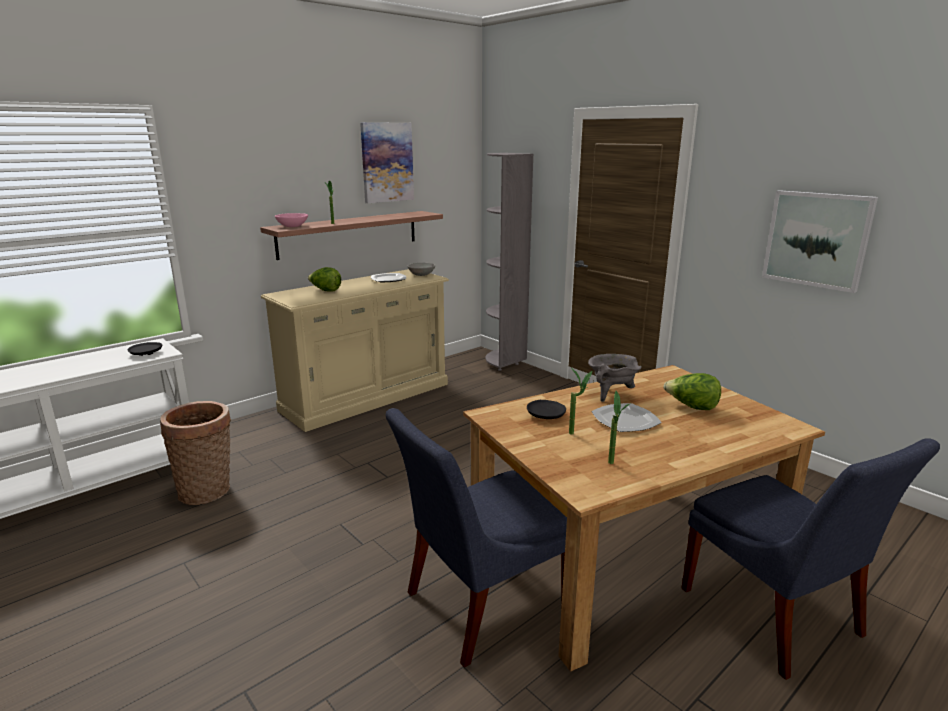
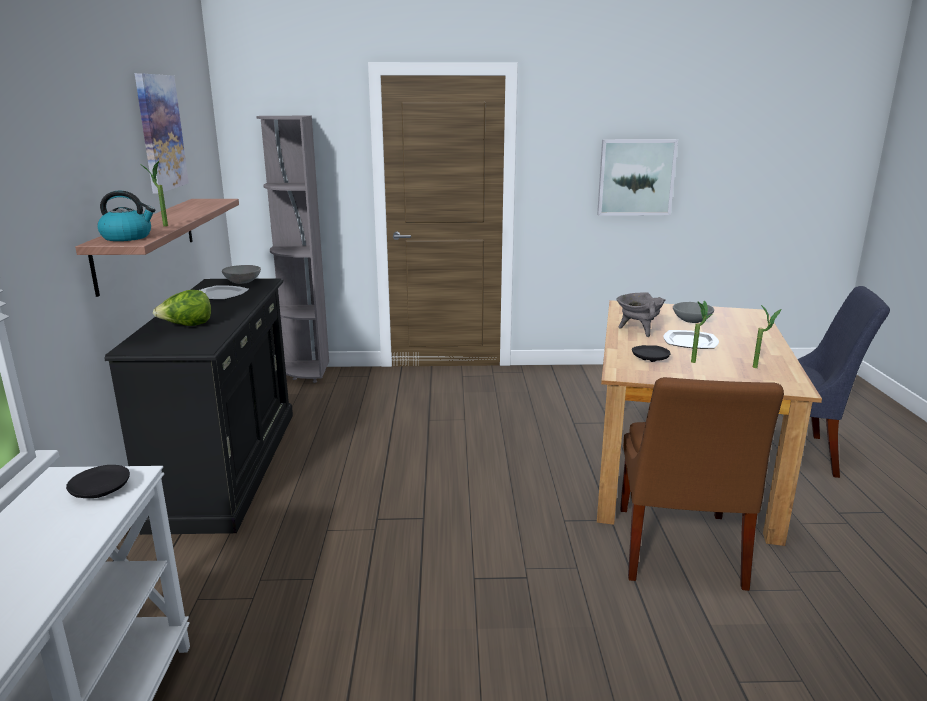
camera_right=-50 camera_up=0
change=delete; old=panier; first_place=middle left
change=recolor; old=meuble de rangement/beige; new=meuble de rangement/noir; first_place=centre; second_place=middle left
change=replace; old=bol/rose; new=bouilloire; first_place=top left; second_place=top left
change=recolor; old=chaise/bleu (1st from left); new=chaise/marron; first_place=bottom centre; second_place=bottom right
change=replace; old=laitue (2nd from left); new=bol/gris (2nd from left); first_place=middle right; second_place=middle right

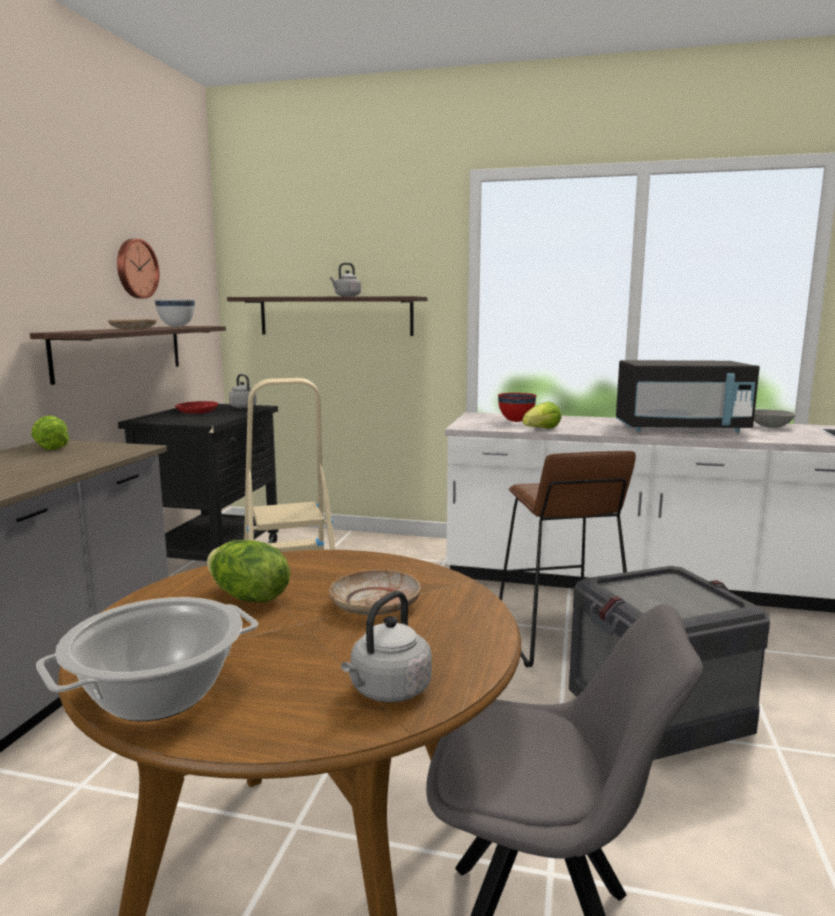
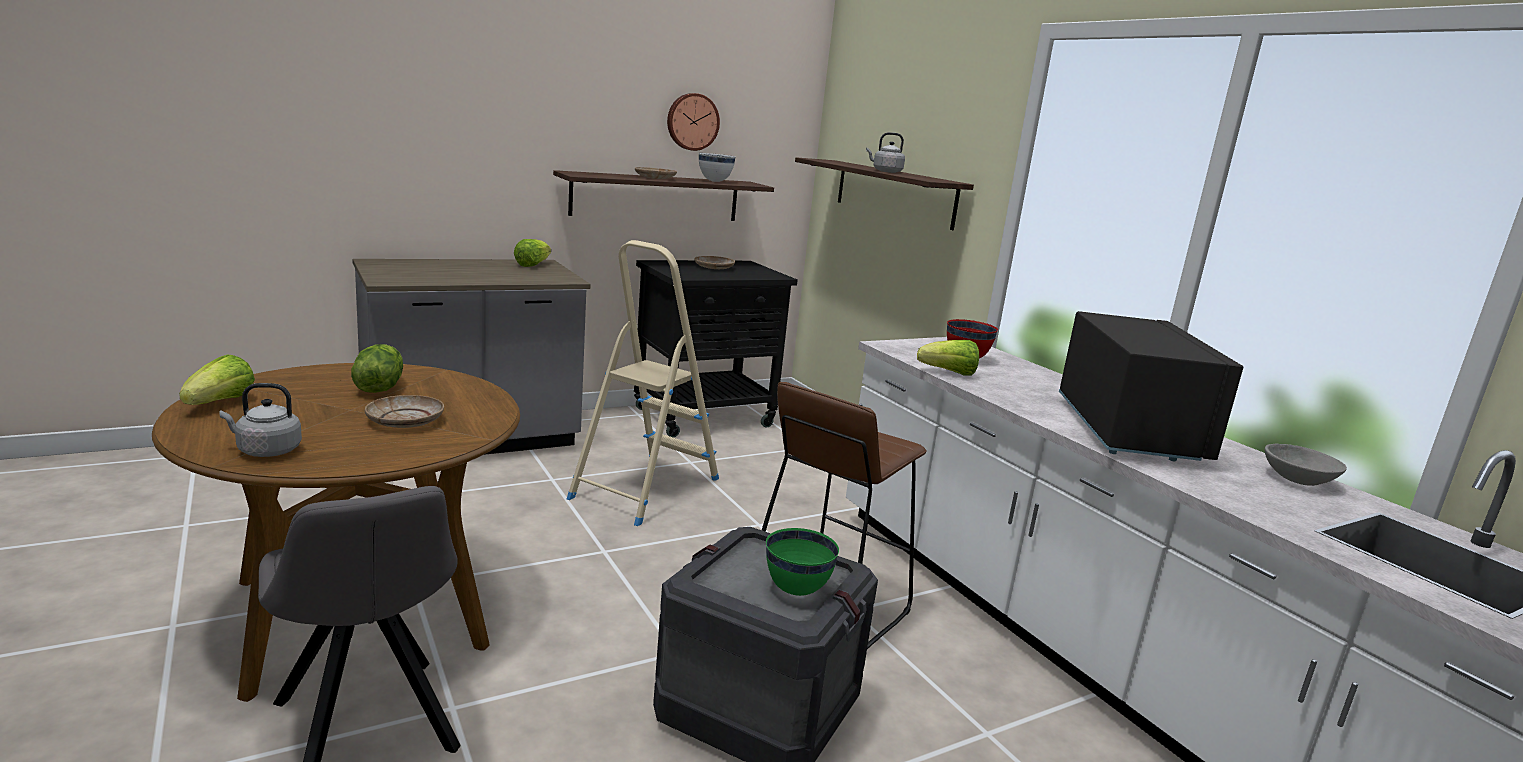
camera_right=45 camera_up=5
change=replace; old=marmite; new=laitue (1st from left); first_place=bottom left; second_place=middle left
change=recolor; old=assiette/rouge; new=assiette/beige (3rd from left); first_place=middle left; second_place=centre
change=delete; old=bouilloire/gris (1st from left); first_place=middle left
change=rotate; old=micro-ondes/noir; first_place=middle right; second_place=middle right; degrees=-135
change=insert; new=bol/vert; second_place=bottom centre

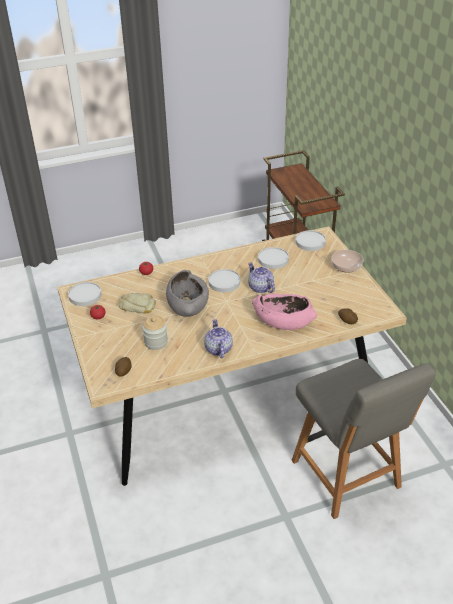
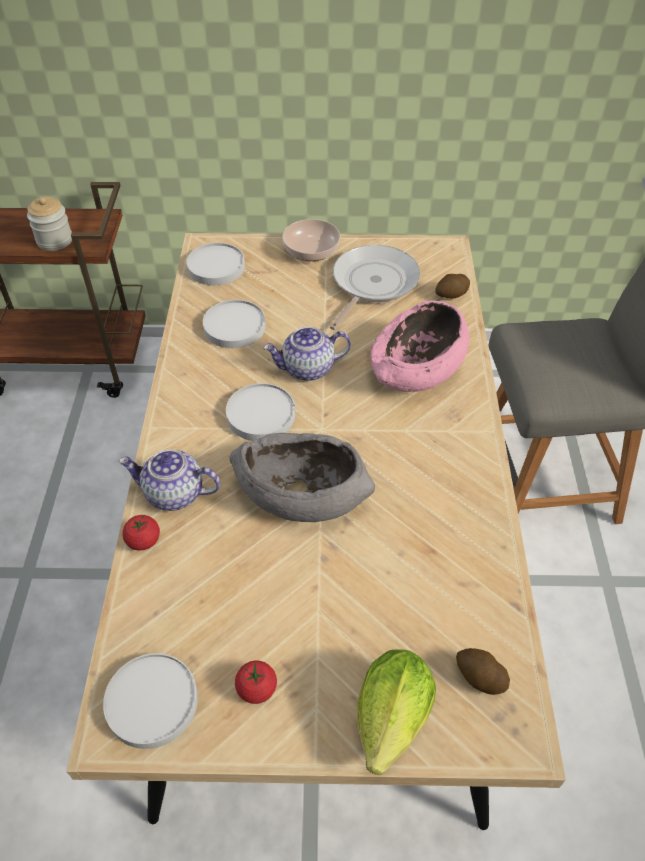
camera_right=-70 camera_up=10
change=delete; old=pain; first_place=middle left
change=move; old=bocal; first_place=centre; second_place=top left
change=move; old=théière (1st from left); first_place=centre; second_place=middle left
change=insert; new=poêle; second_place=centre
change=insert; new=laitue; second_place=bottom centre

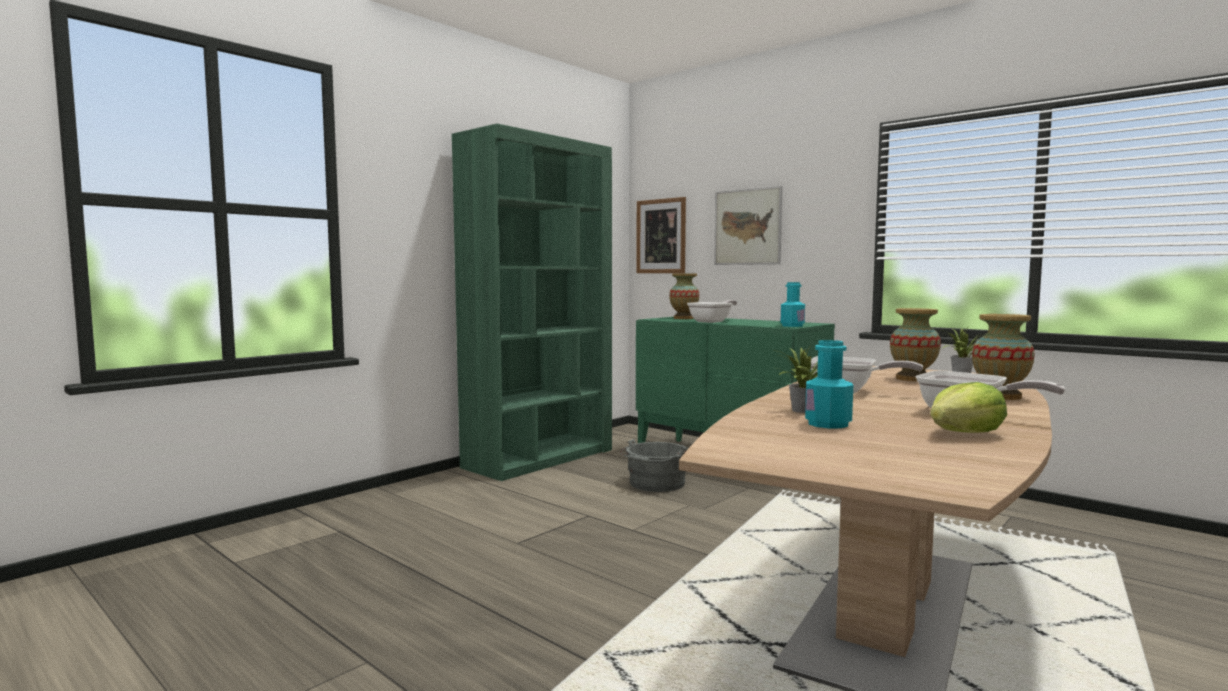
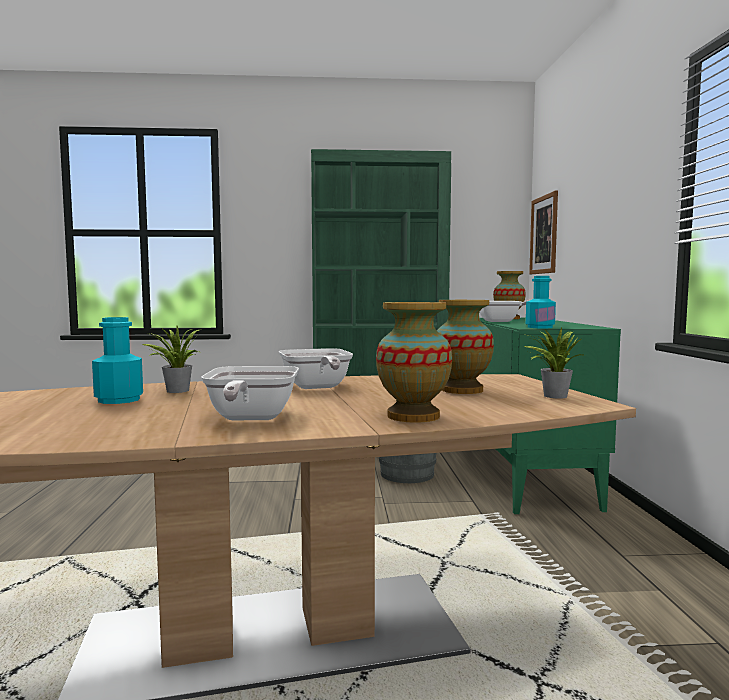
camera_right=45 camera_up=0
change=delete; old=tableau (2nd from left); first_place=top centre
change=delete; old=laitue; first_place=middle right

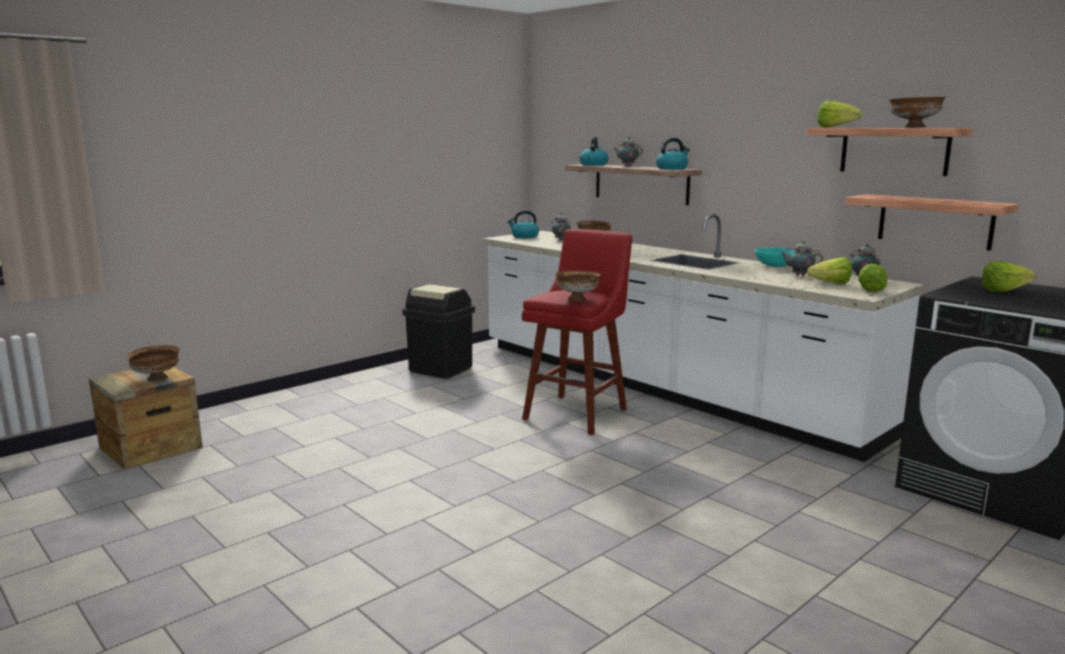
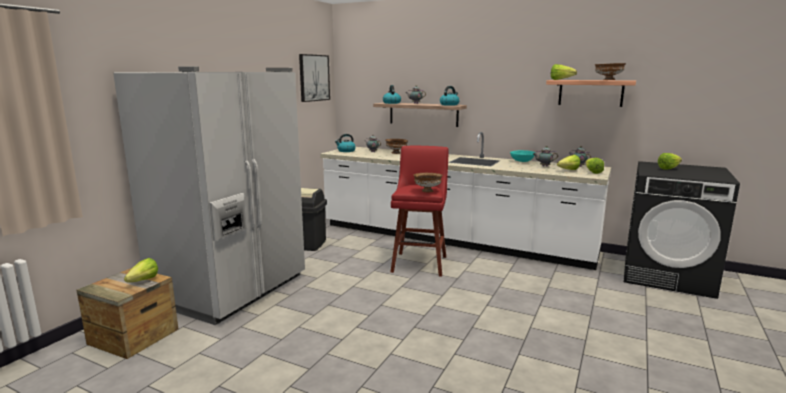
camera_right=-20 camera_up=0
change=replace; old=bol/marron (1st from left); new=laitue (1st from left); first_place=middle left; second_place=bottom left
change=delete; old=étagère (3rd from left); first_place=middle right
change=insert; new=réfrigérateur/blanc; second_place=middle left
change=insert; new=tableau; second_place=top centre

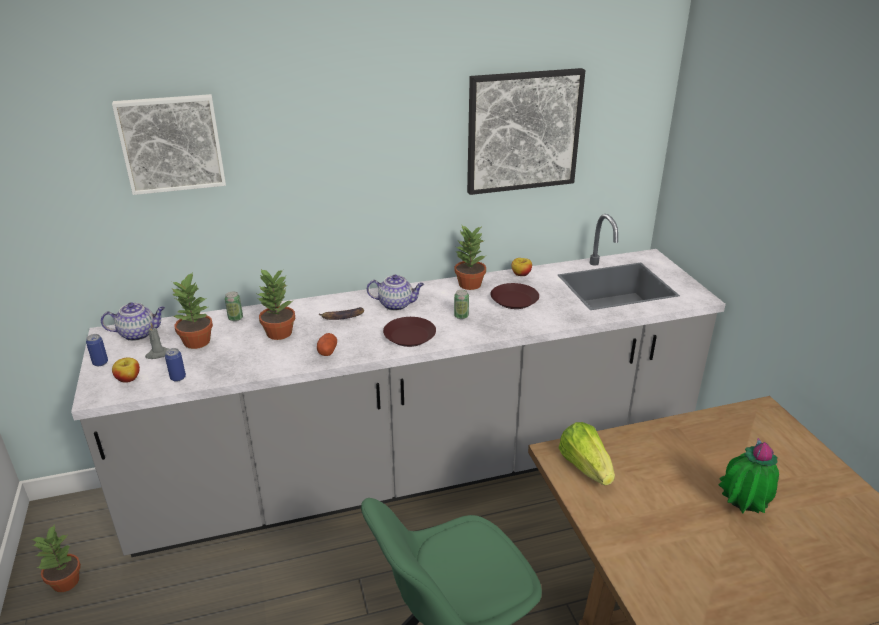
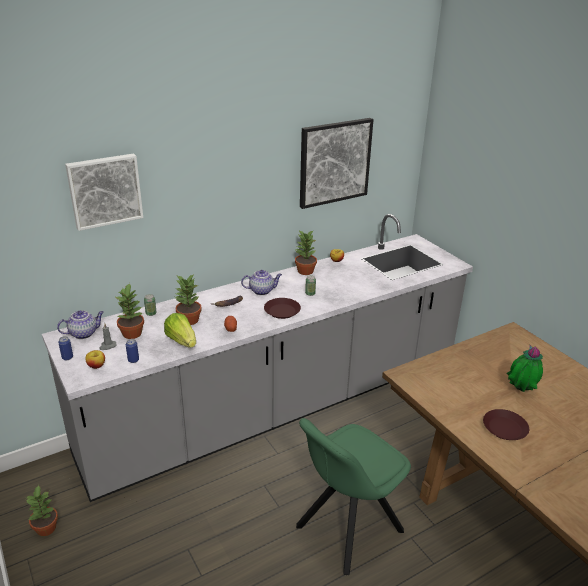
camera_right=-15 camera_up=0
change=move; old=assiette/marron (2nd from left); first_place=centre; second_place=bottom right
change=move; old=laitue; first_place=bottom right; second_place=middle left

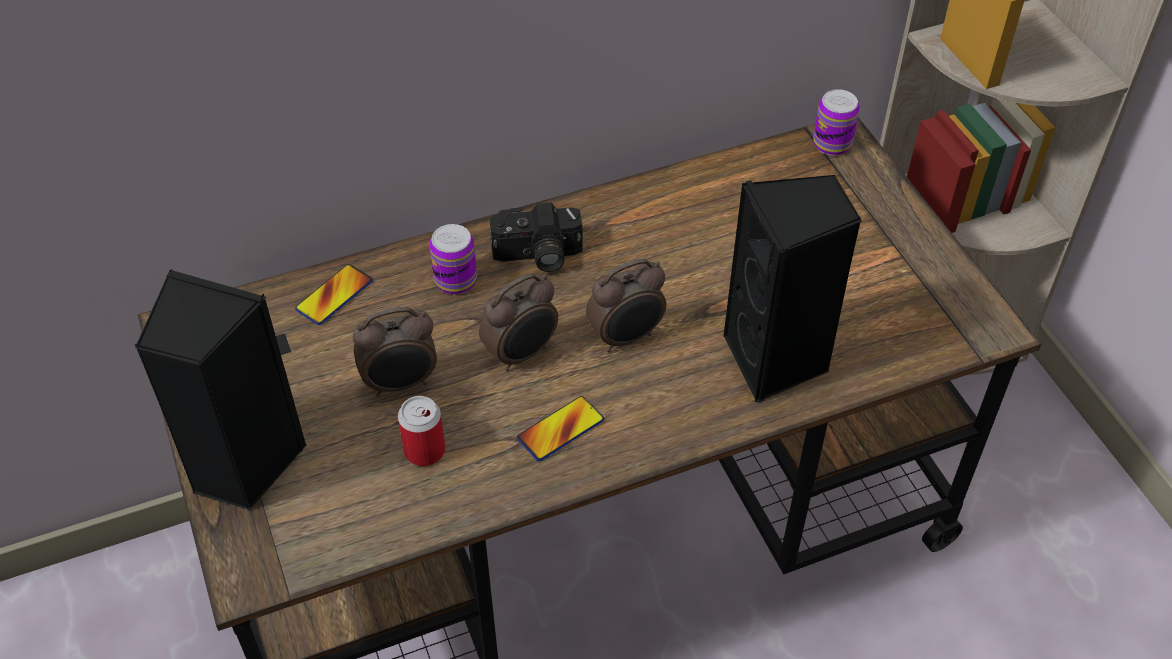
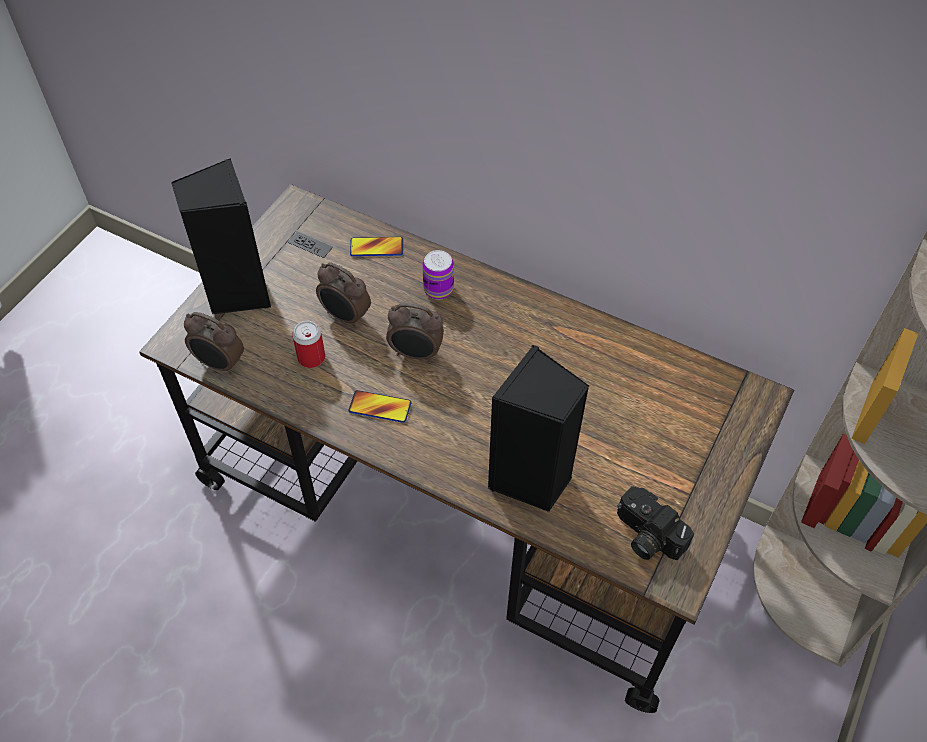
camera_right=50 camera_up=5
change=move; old=appareil photo; first_place=centre; second_place=bottom right
change=move; old=réveil (3rd from left in the first image); new=réveil (1st from left); first_place=centre; second_place=middle left
change=delete; old=boîte métallique (3rd from left); first_place=top right

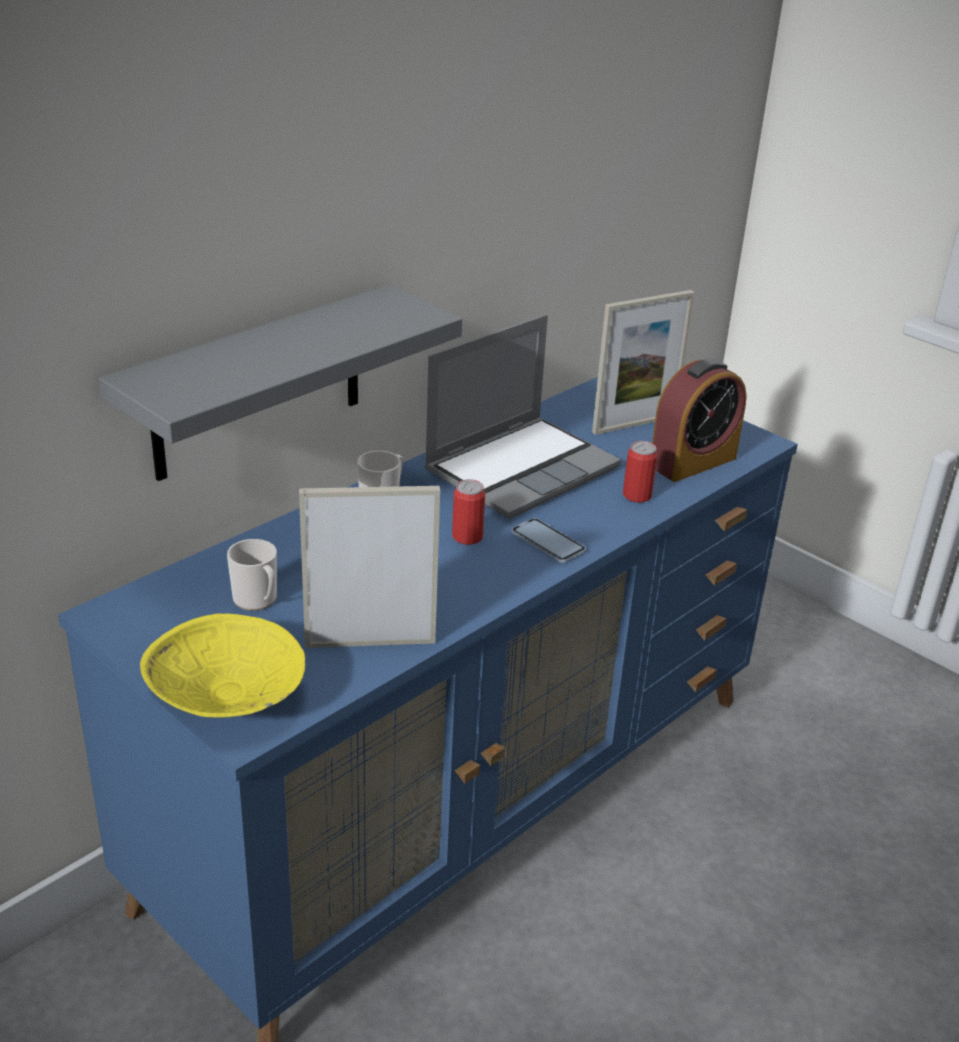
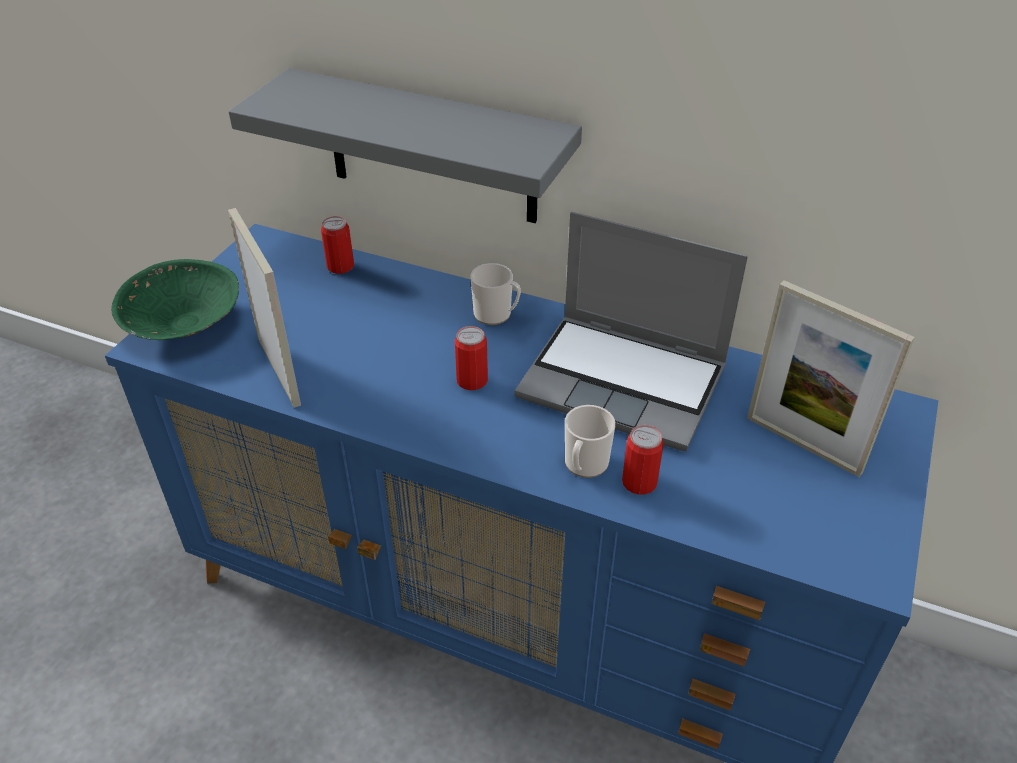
camera_right=70 camera_up=10
change=recolor; old=bol/jaune; new=bol/vert; first_place=middle left; second_place=middle left
change=move; old=mug (1st from left in the first image); new=mug (2nd from left); first_place=middle left; second_place=centre
change=delete; old=téléphone; first_place=centre
change=delete; old=réveil; first_place=middle right
change=insert; new=boîte métallique (1st from left); second_place=top left

